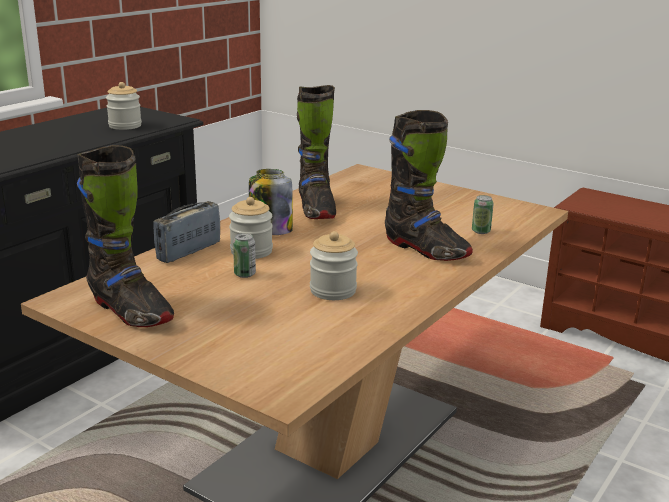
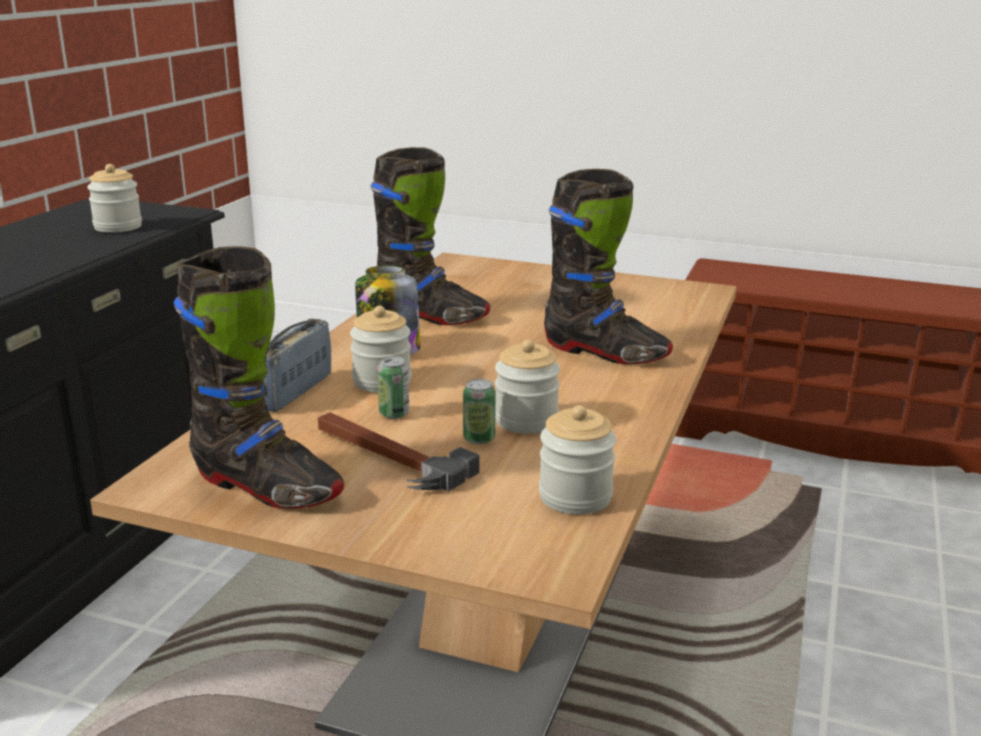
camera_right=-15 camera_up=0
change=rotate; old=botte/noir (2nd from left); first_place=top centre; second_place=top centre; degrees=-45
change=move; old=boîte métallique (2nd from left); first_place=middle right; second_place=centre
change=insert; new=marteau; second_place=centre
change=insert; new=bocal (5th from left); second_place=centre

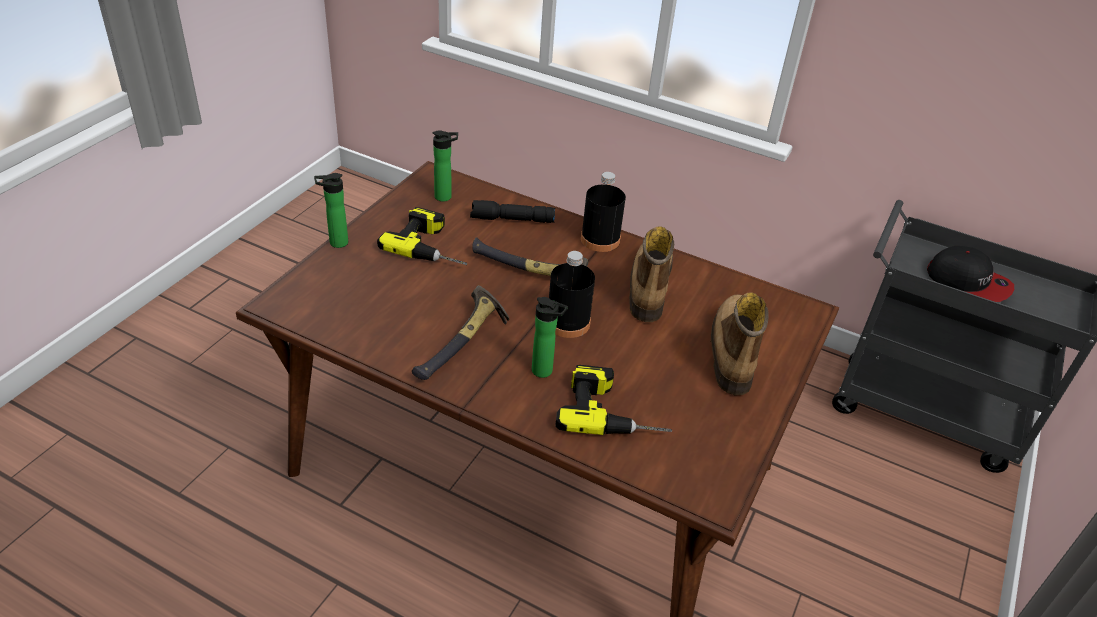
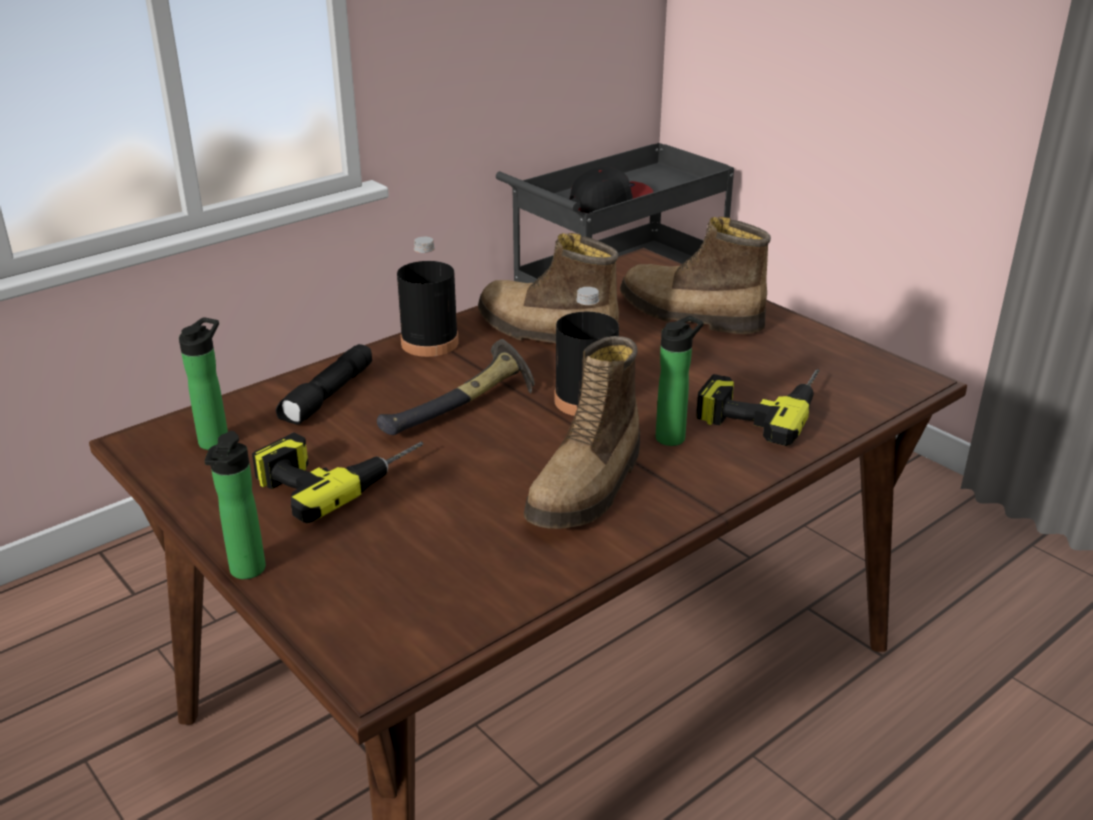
camera_right=-65 camera_up=-10
change=replace; old=marteau (1st from left); new=botte (2nd from left); first_place=centre; second_place=centre

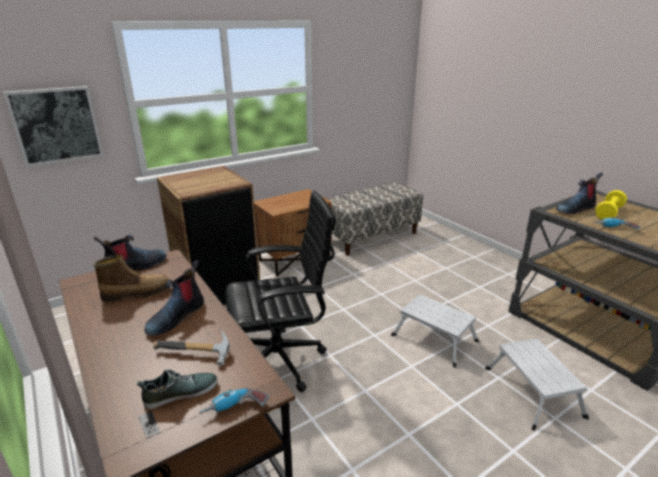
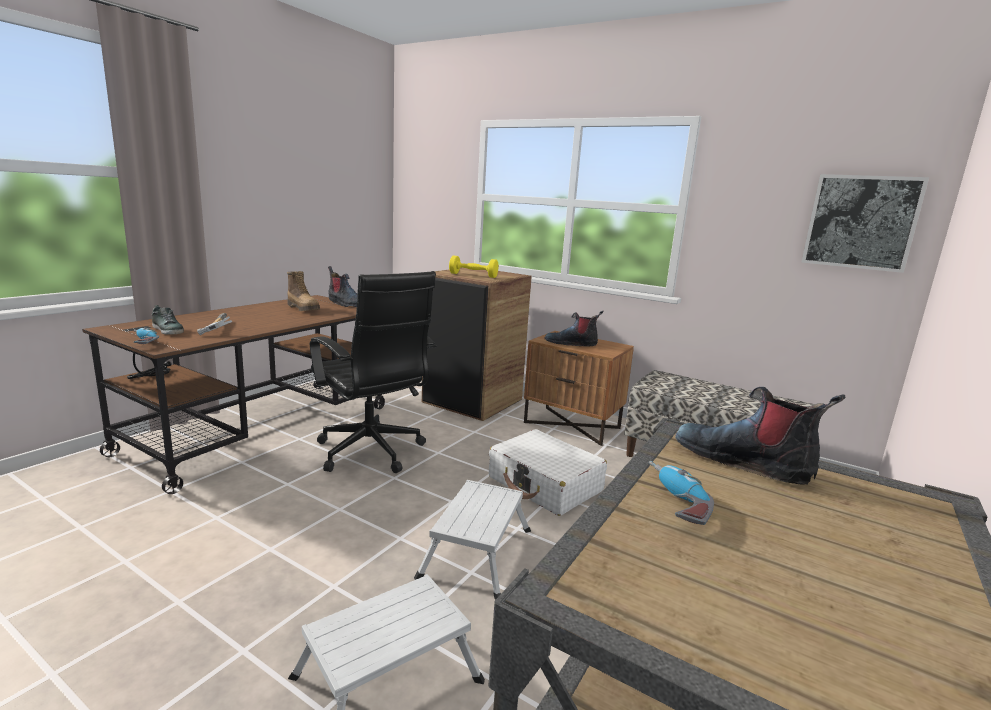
camera_right=65 camera_up=-10
change=move; old=tableau; first_place=top left; second_place=top right
change=move; old=botte (3rd from left); first_place=middle left; second_place=centre
change=move; old=haltère/jaune; first_place=middle right; second_place=centre
change=insert; new=valise/blanc; second_place=centre

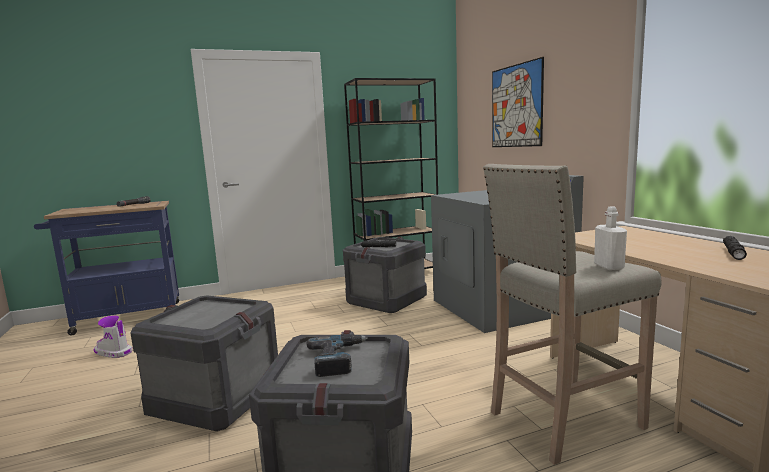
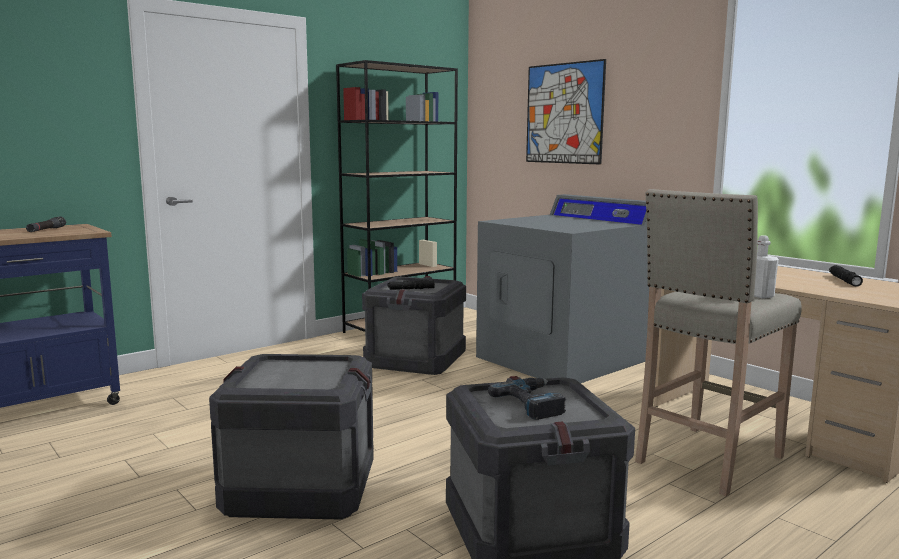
camera_right=-20 camera_up=0
change=delete; old=botte; first_place=bottom left

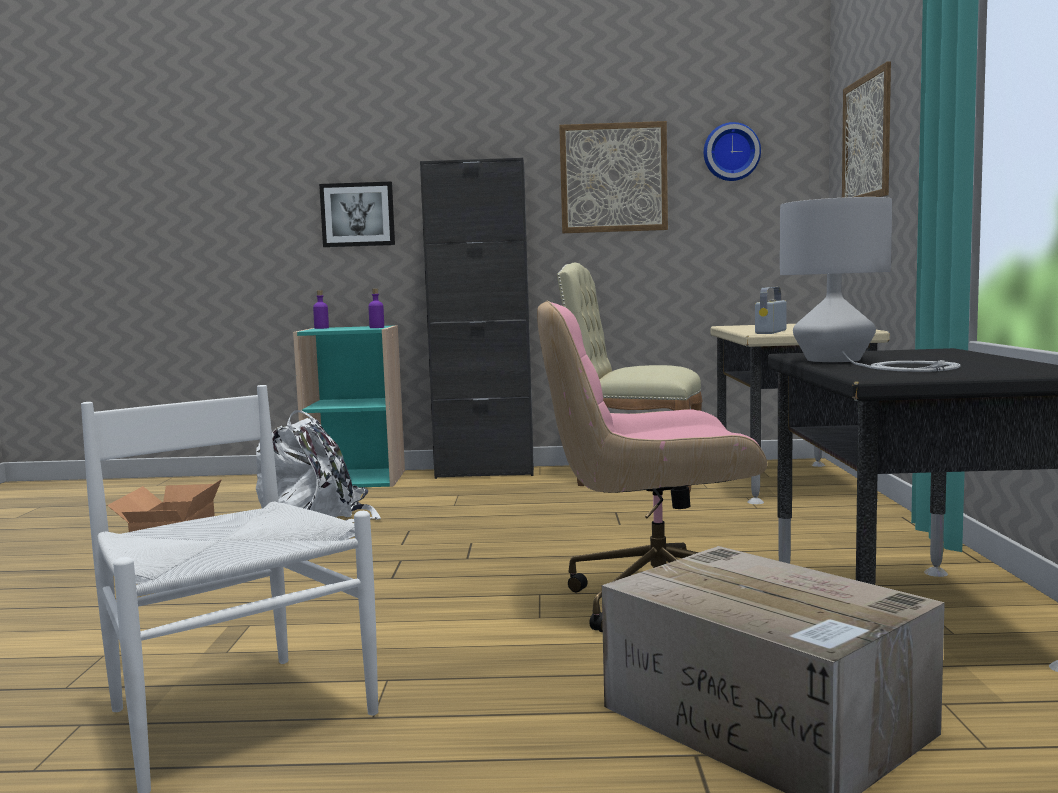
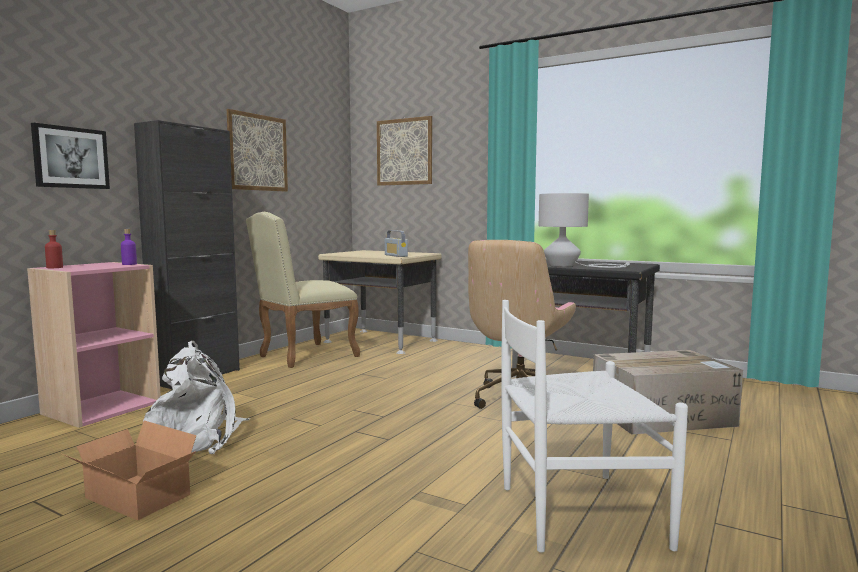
camera_right=-60 camera_up=0
change=recolor; old=bibliothèque/turquoise; new=bibliothèque/rose; first_place=middle left; second_place=middle left
change=recolor; old=bouteille/violet (1st from left); new=bouteille/rouge; first_place=middle left; second_place=middle left
change=delete; old=horloge murale; first_place=top right

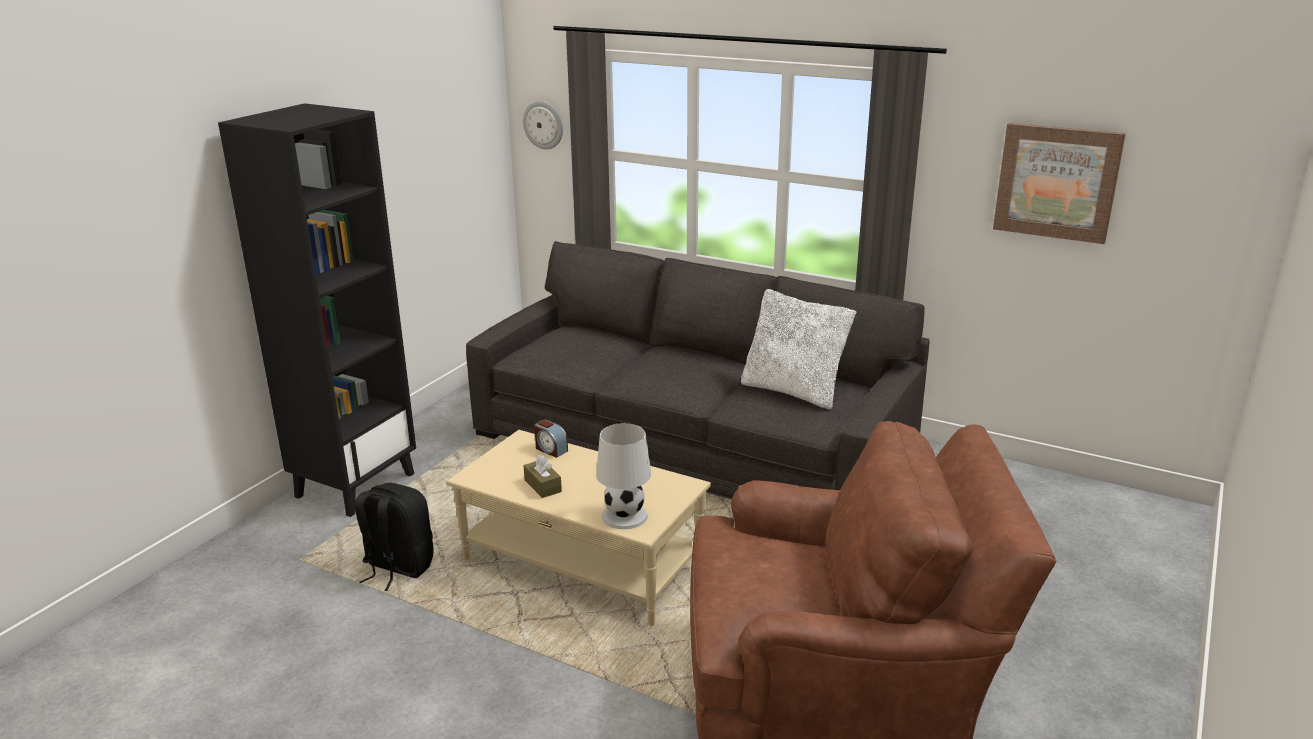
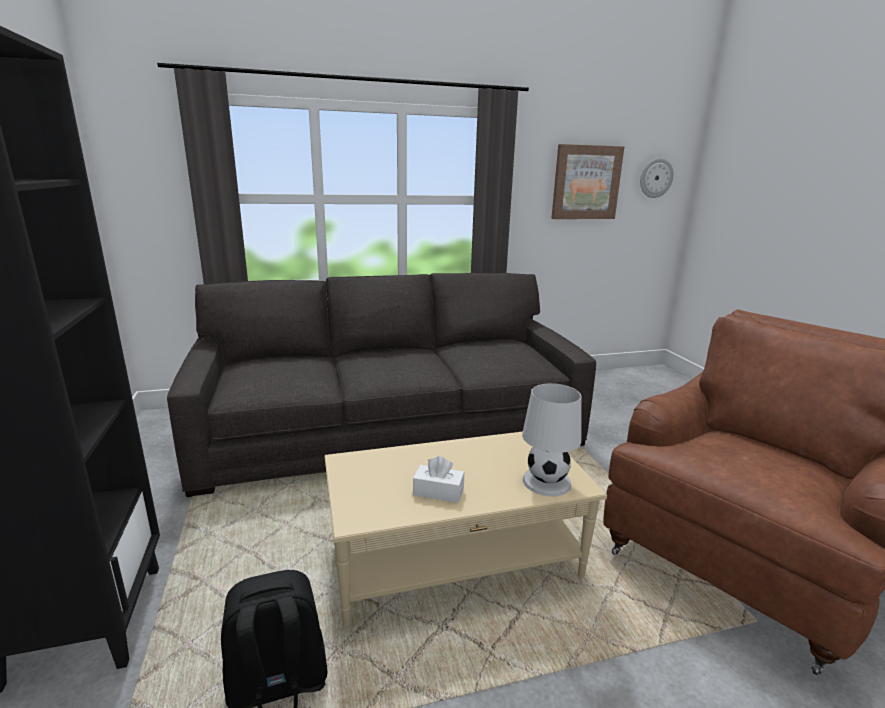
camera_right=-45 camera_up=-5
change=move; old=horloge murale; first_place=top centre; second_place=top right
change=recolor; old=boîte à mouchoirs/marron; new=boîte à mouchoirs/blanc; first_place=centre; second_place=bottom centre
change=delete; old=réveil; first_place=centre
change=delete; old=coussin/blanc; first_place=centre

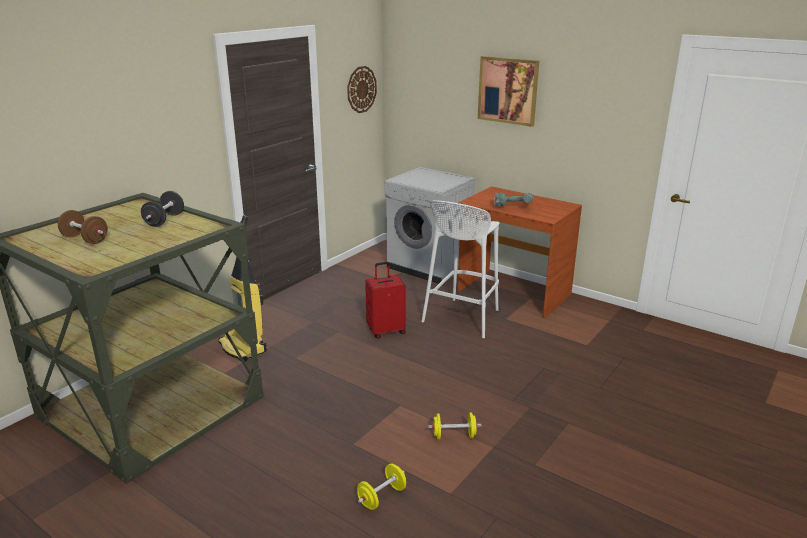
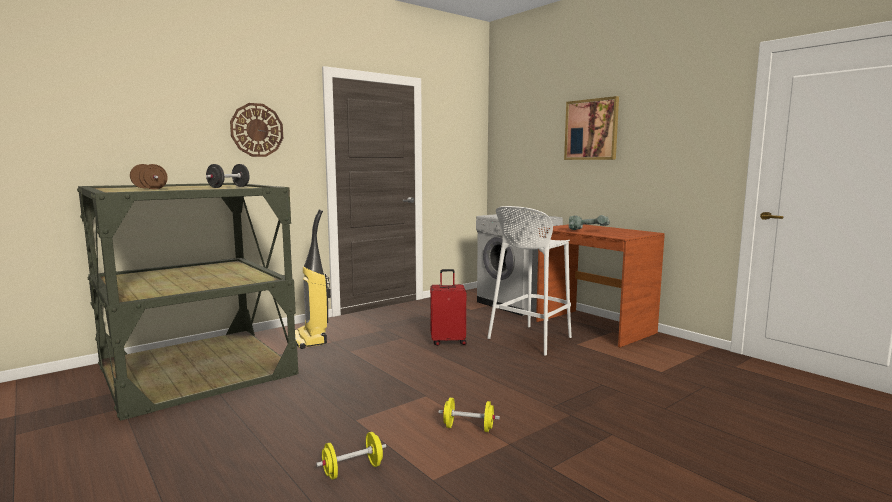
camera_right=15 camera_up=-15
change=move; old=horloge murale; first_place=top centre; second_place=top left

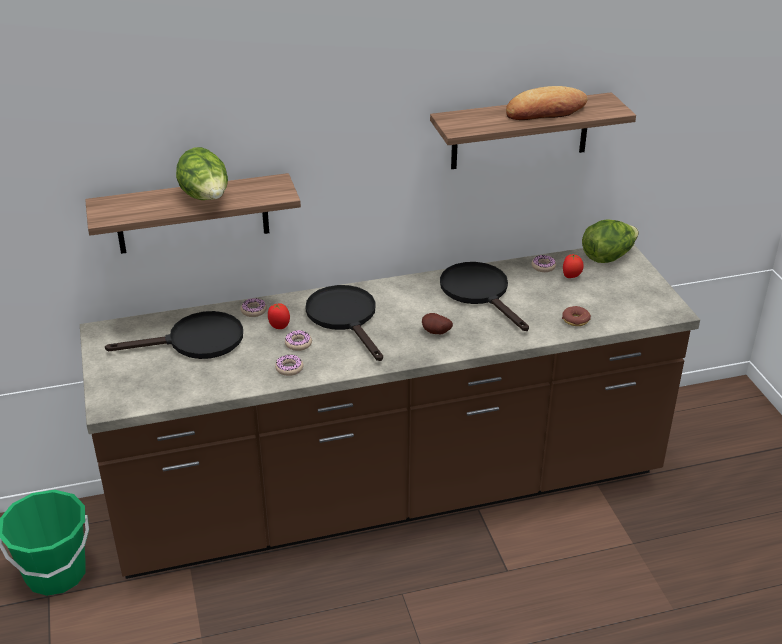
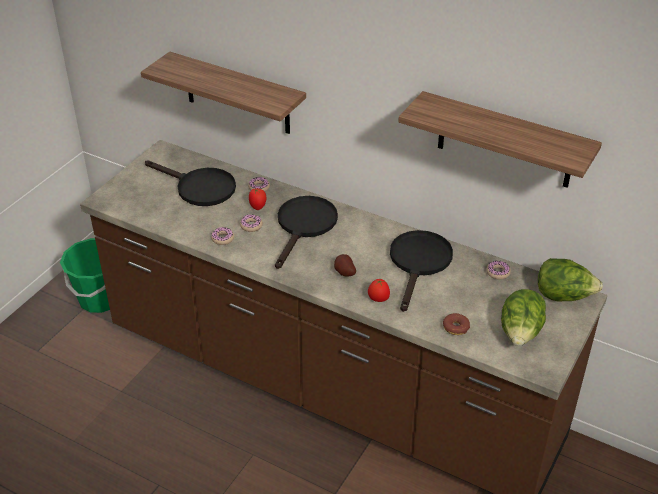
camera_right=45 camera_up=5
change=move; old=laitue (1st from left); first_place=top left; second_place=middle right
change=delete; old=pain; first_place=top right
change=move; old=tomate (2nd from left); first_place=middle right; second_place=centre

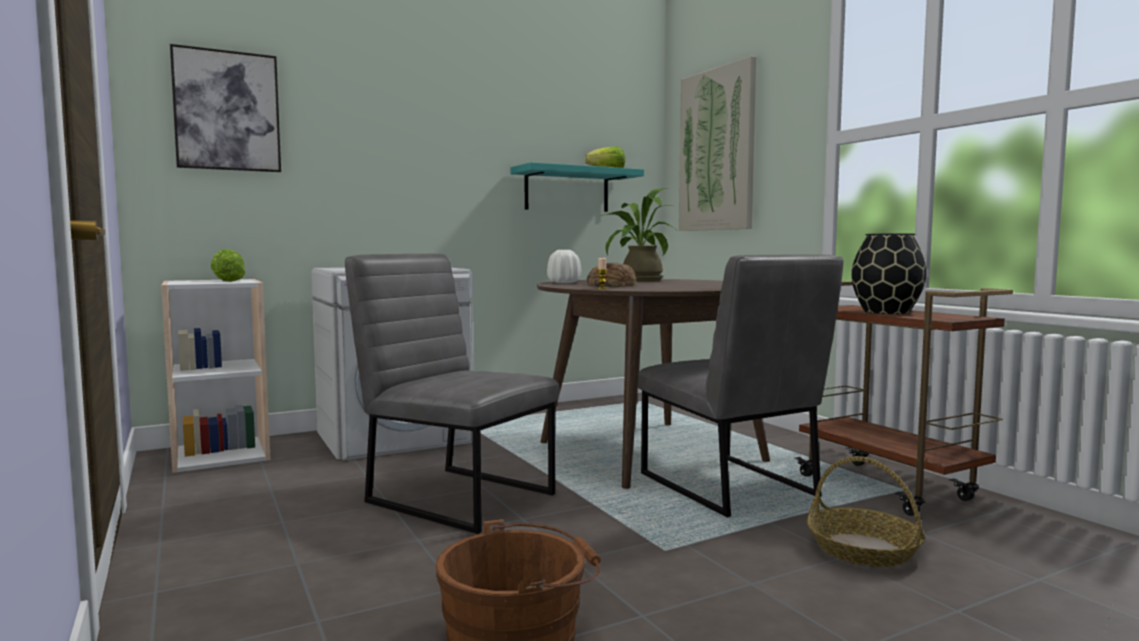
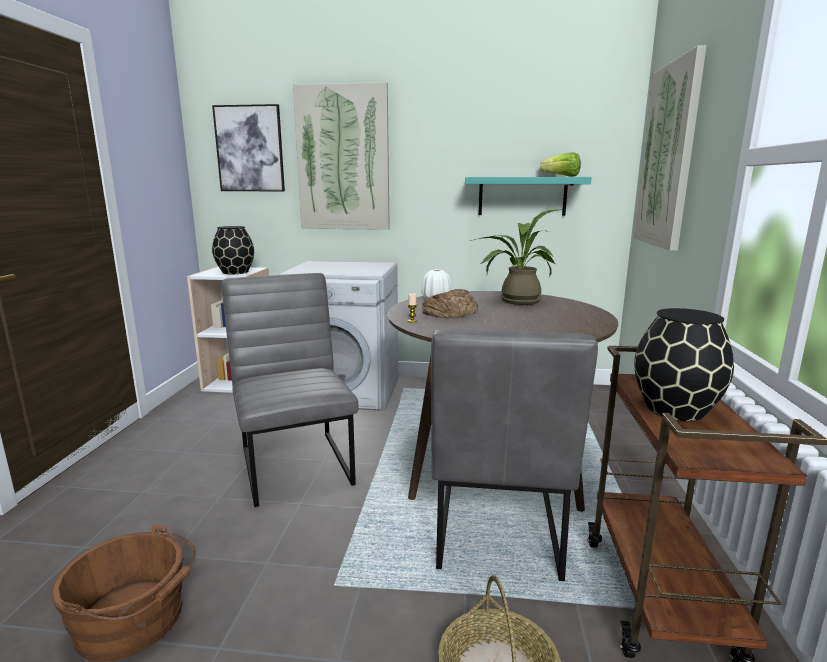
camera_right=35 camera_up=10
change=replace; old=laitue (1st from left); new=vase/noir (1st from left); first_place=middle left; second_place=middle left
change=insert; new=tableau (2nd from left); second_place=top centre

